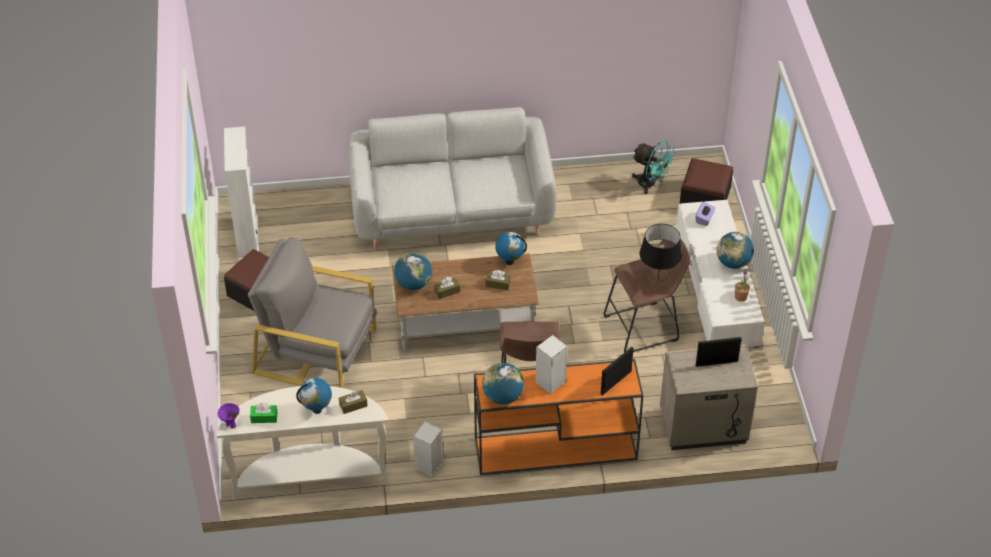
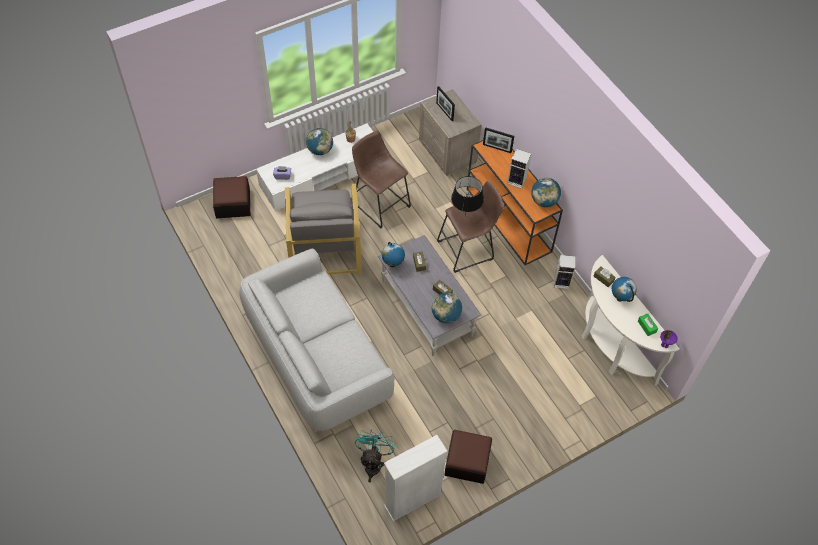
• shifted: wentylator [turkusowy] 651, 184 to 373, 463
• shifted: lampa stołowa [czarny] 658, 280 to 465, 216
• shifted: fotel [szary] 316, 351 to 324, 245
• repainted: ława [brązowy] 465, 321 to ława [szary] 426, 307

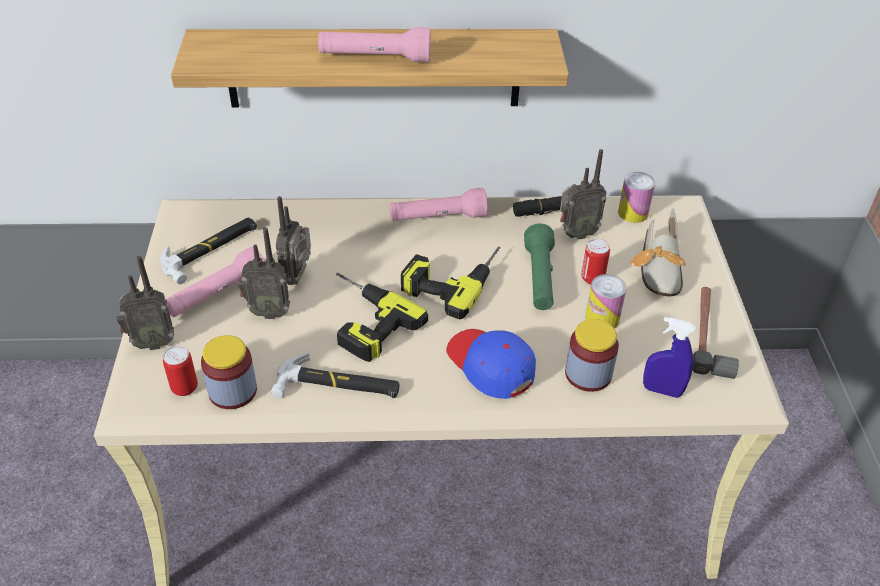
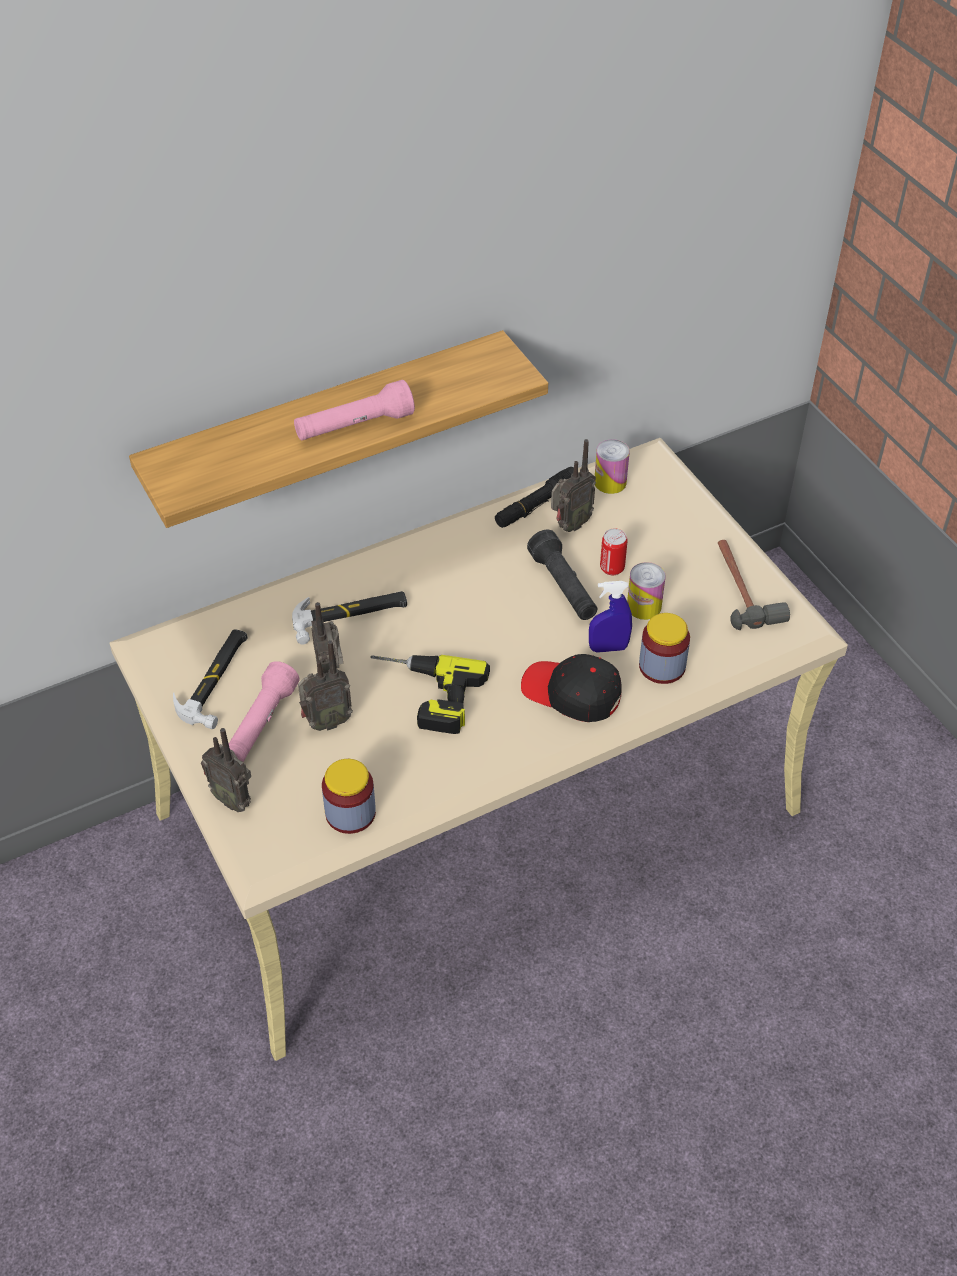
• gone: latarka [różowy] 437, 218
• gone: but 660, 270
• repainted: latarka [zielony] 539, 279 to latarka [czarny] 563, 587
• gone: wiertarka 451, 278
• rotated: radio 152, 342 = 233, 799 75 degrees clockwise
• shifted: spryskiwacz [niebieski] 662, 390 to 608, 648
• repainted: czapka z daszkiem [niebieski] 490, 366 to czapka z daszkiem [czarny] 572, 693
• gone: puszka 184, 388
• shifted: młotek 338, 386 to 350, 615

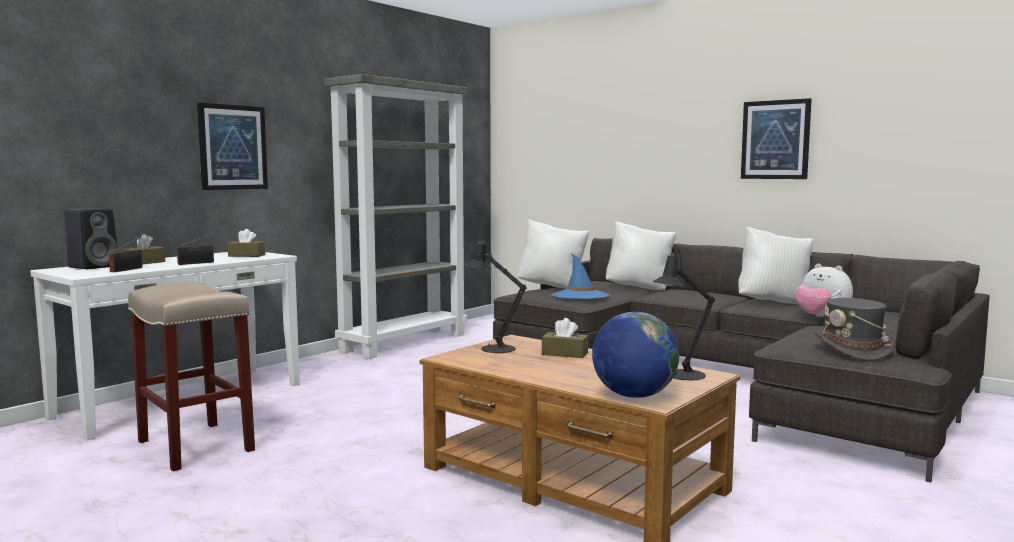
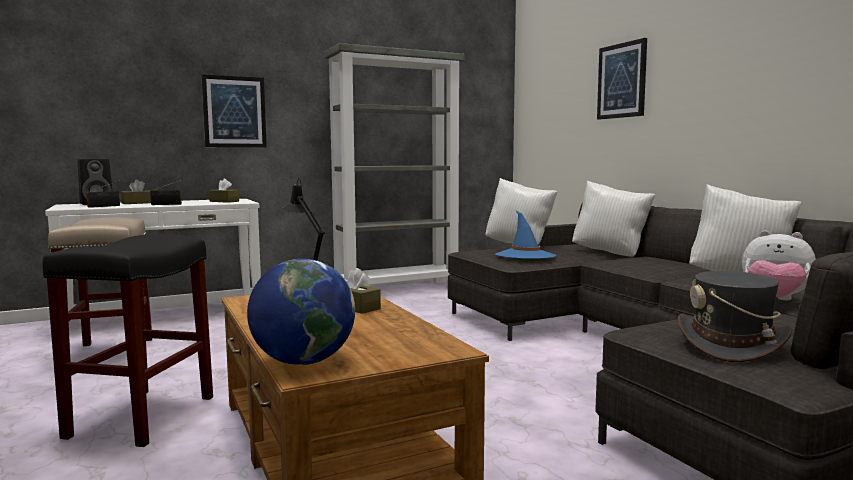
• shifted: obraz 775, 140 to 622, 80
• gone: lampa stołowa [czarny] 680, 375
• rotated: pluszak 821, 317 = 775, 300 45 degrees counterclockwise
• new: stołek [czarny] 143, 415

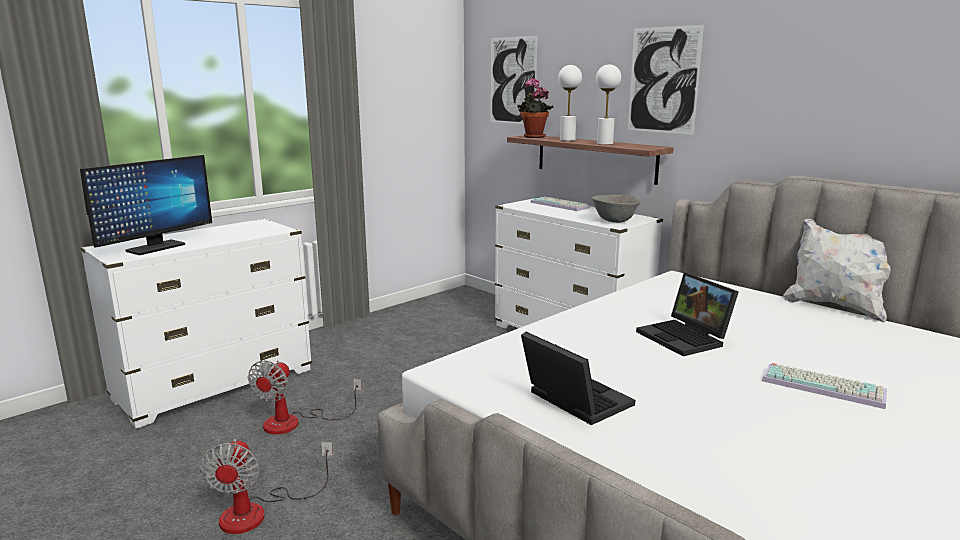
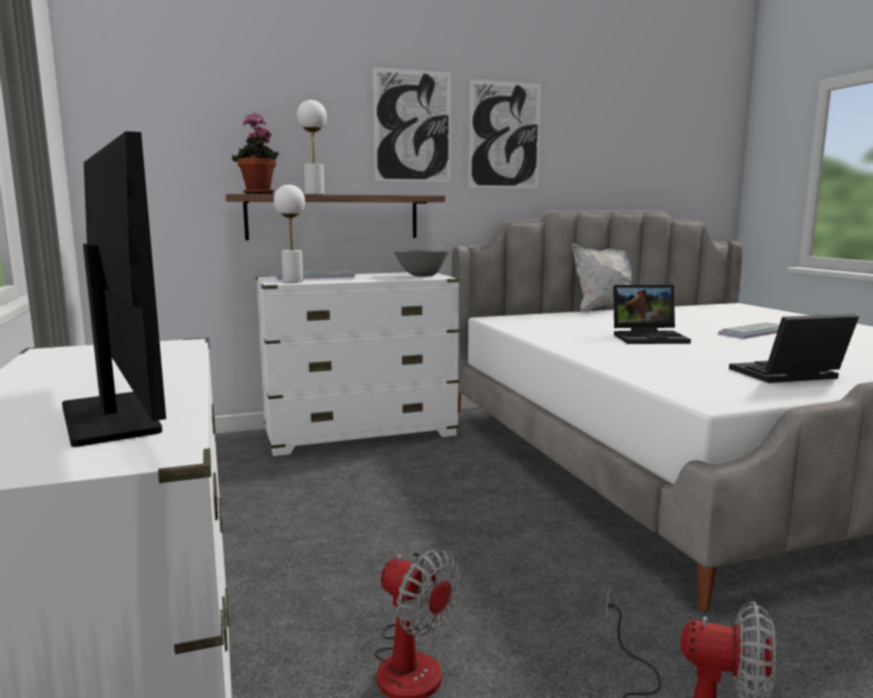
• shifted: obraz 513, 80 to 504, 135
• shifted: lampa stołowa [biały] 604, 143 to 292, 281

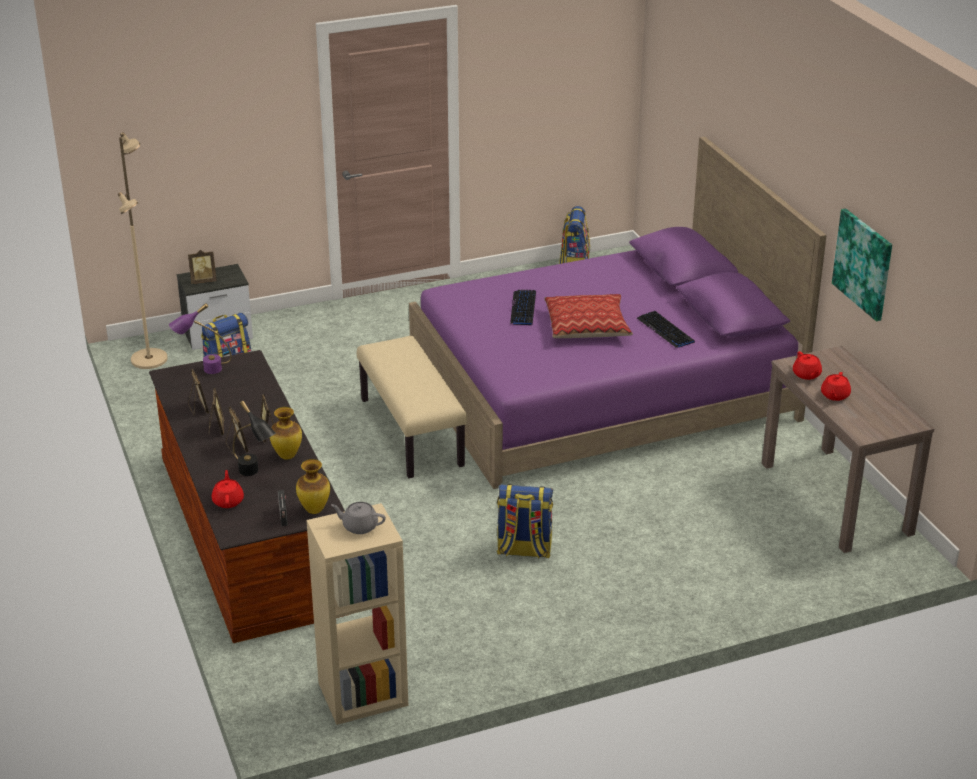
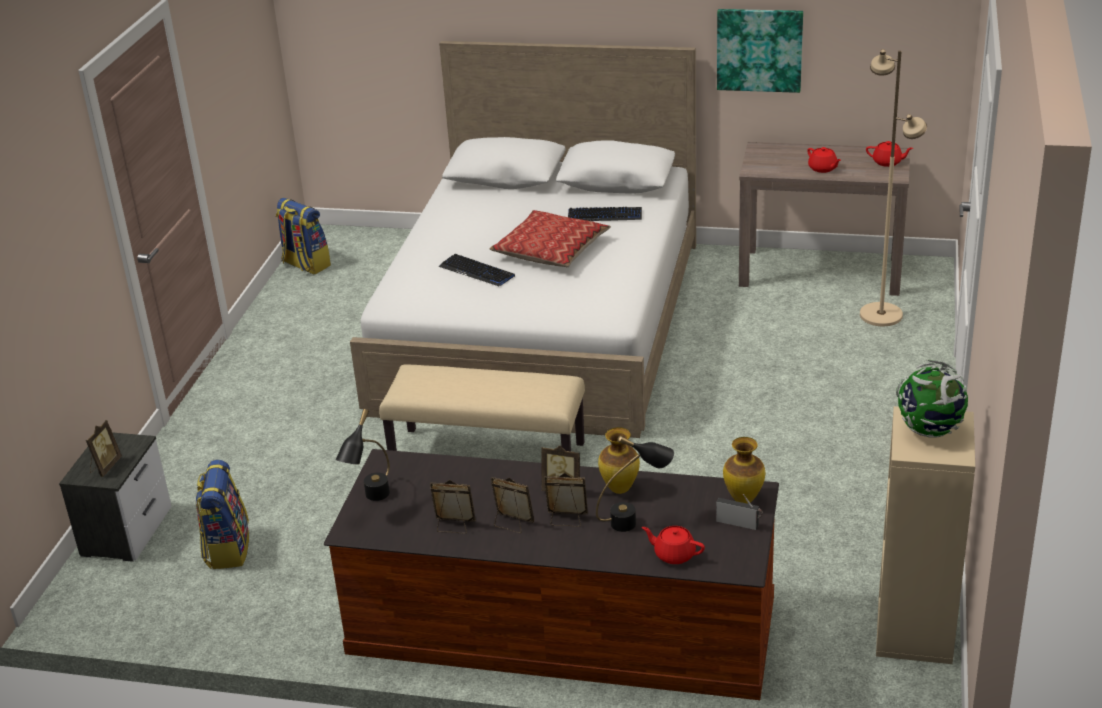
• shifted: lampa stojąca [beżowy] 150, 359 to 881, 315
• repainted: łóżko [fioletowy] 602, 392 to łóżko [biały] 542, 324
• repainted: lampa stołowa [fioletowy] 203, 370 to lampa stołowa [czarny] 371, 500
• shifted: imbryk [czerwony] 806, 375 to 887, 162
• gone: plecak 523, 550
• swapped: imbryk [szary] 359, 526 to globus 929, 430

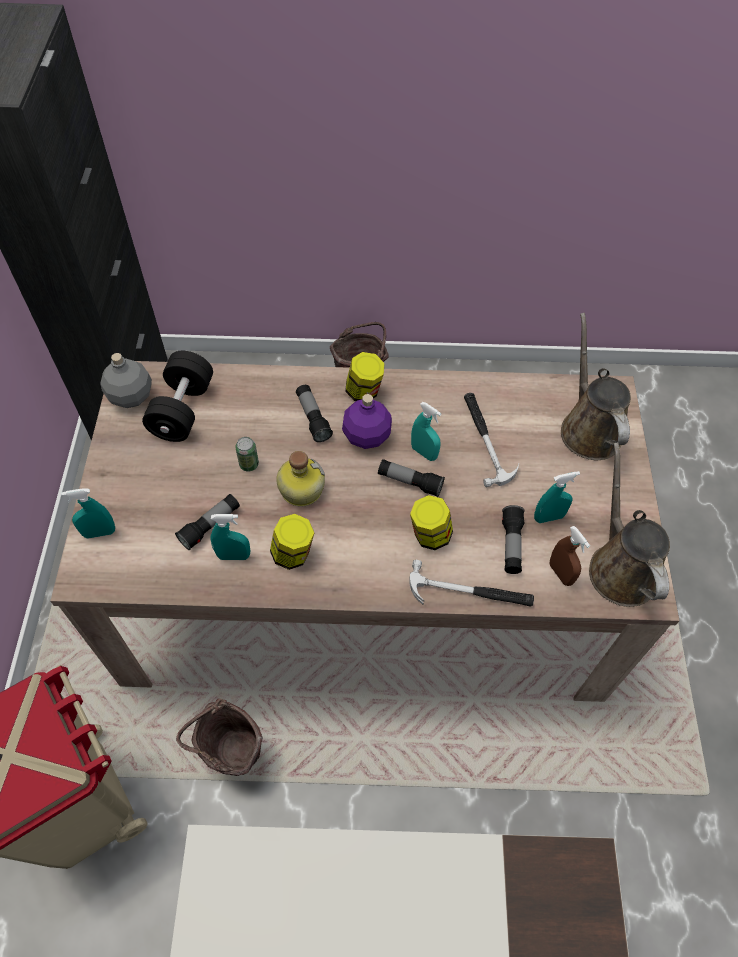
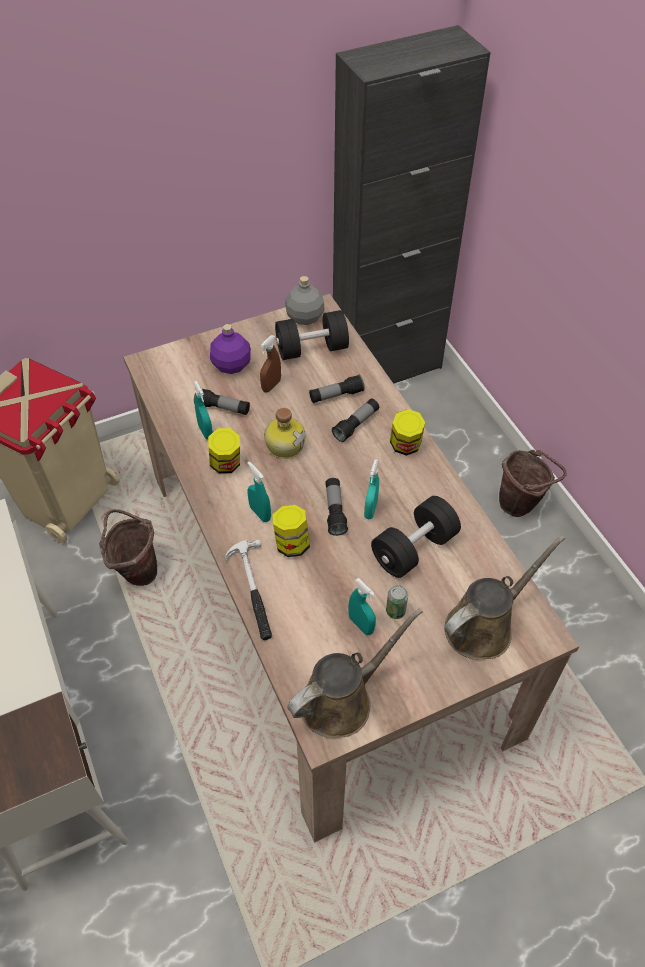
• swapped: młotek 486, 440 to hantel [czarny] 414, 548
• shifted: butelka [fioletowy] 367, 436 to 231, 366
• shifted: puszka 249, 464 to 395, 611
• shifted: spryskiwacz [turkusowy] 99, 533 to 260, 513
• shifted: latarka 511, 545 to 336, 395
• shifted: spryskiwacz [brązowy] 560, 573 to 271, 386

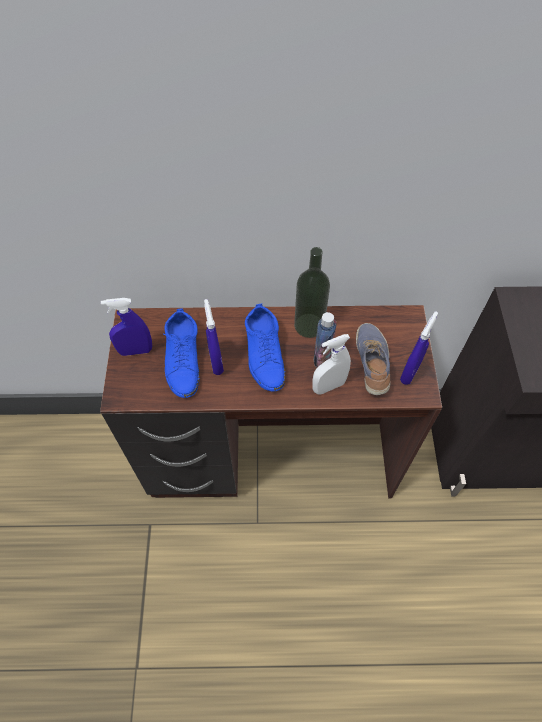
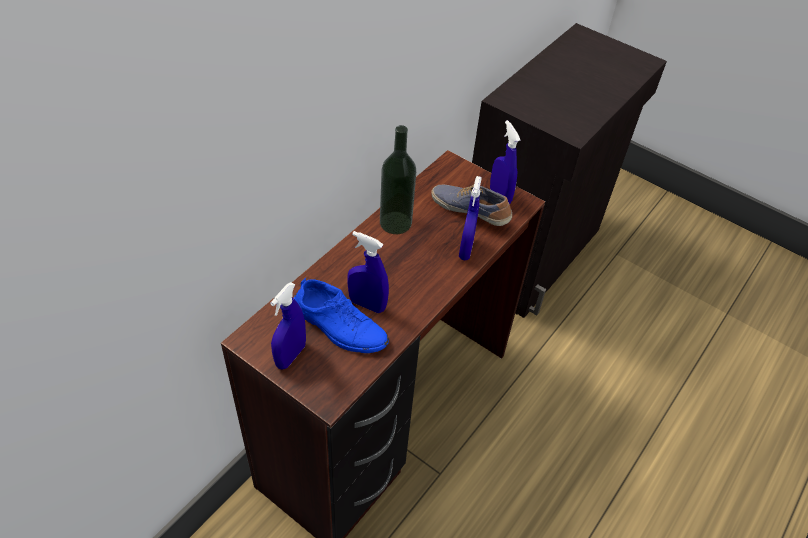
• gone: but [niebieski] 264, 354
• gone: butelka 322, 357
• repainted: spryskiwacz [biały] 328, 386 to spryskiwacz [niebieski] 466, 249

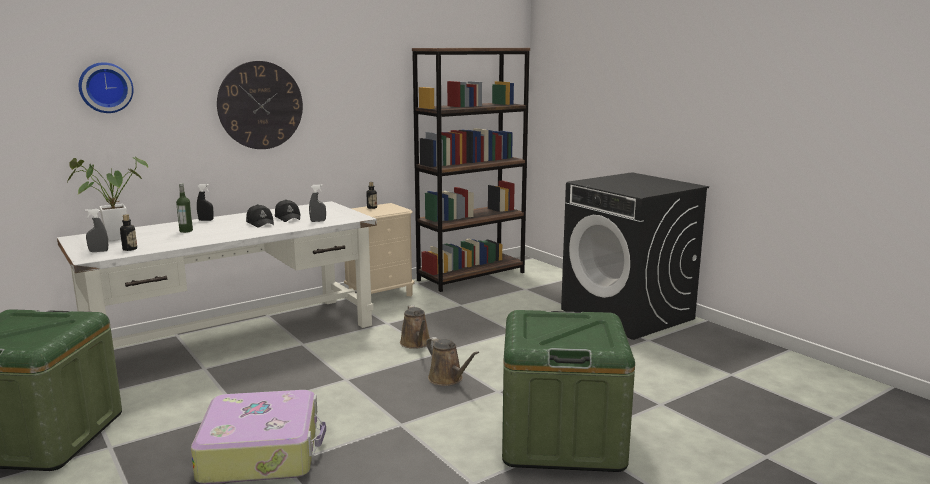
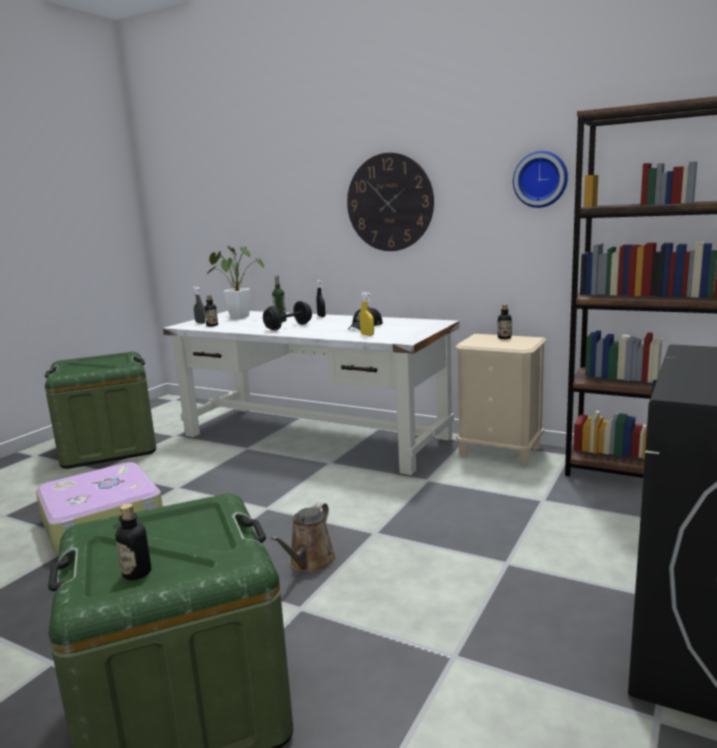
• shifted: zegar ścienny 105, 87 to 541, 179
• repainted: spryskiwacz [szary] 318, 221 to spryskiwacz [żółty] 367, 335
• gone: czapka z daszkiem [czarny] 260, 223
• gone: konewka [brązowy] 416, 343
• new: hantel [czarny] 288, 327
• new: butelka 137, 573

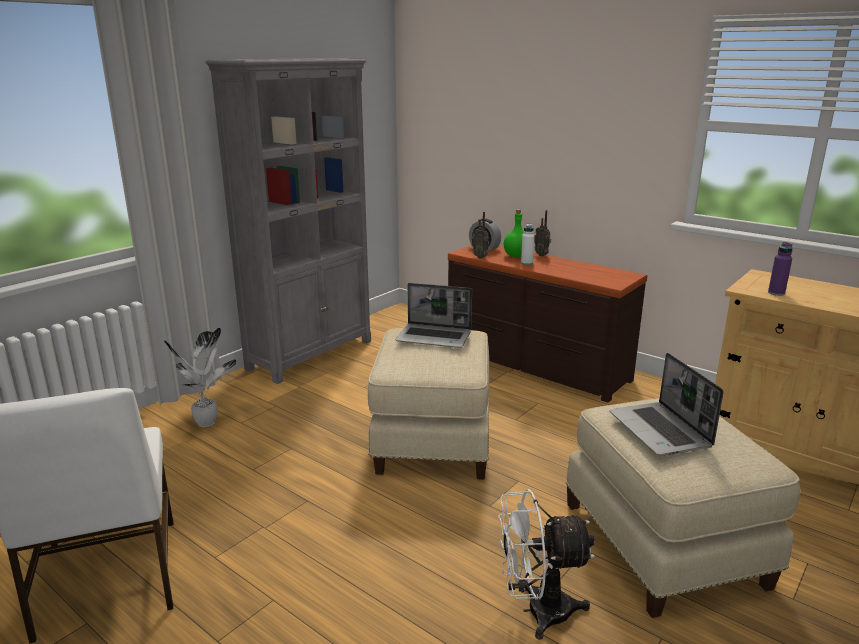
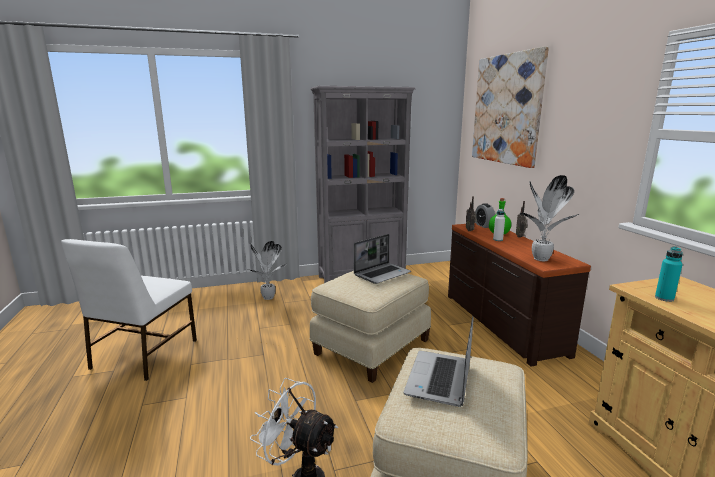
• repainted: butelka [fioletowy] 776, 293 to butelka [turkusowy] 664, 298
• rotated: laptop 435, 337 = 382, 274 90 degrees counterclockwise
• new: obraz 506, 109
• new: roślina doniczkowa 541, 259

